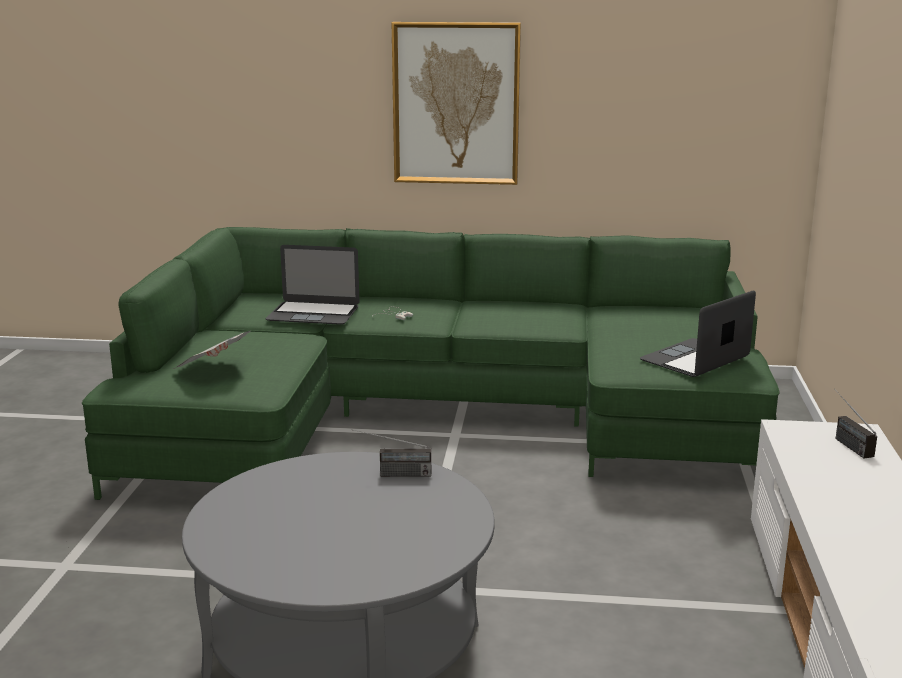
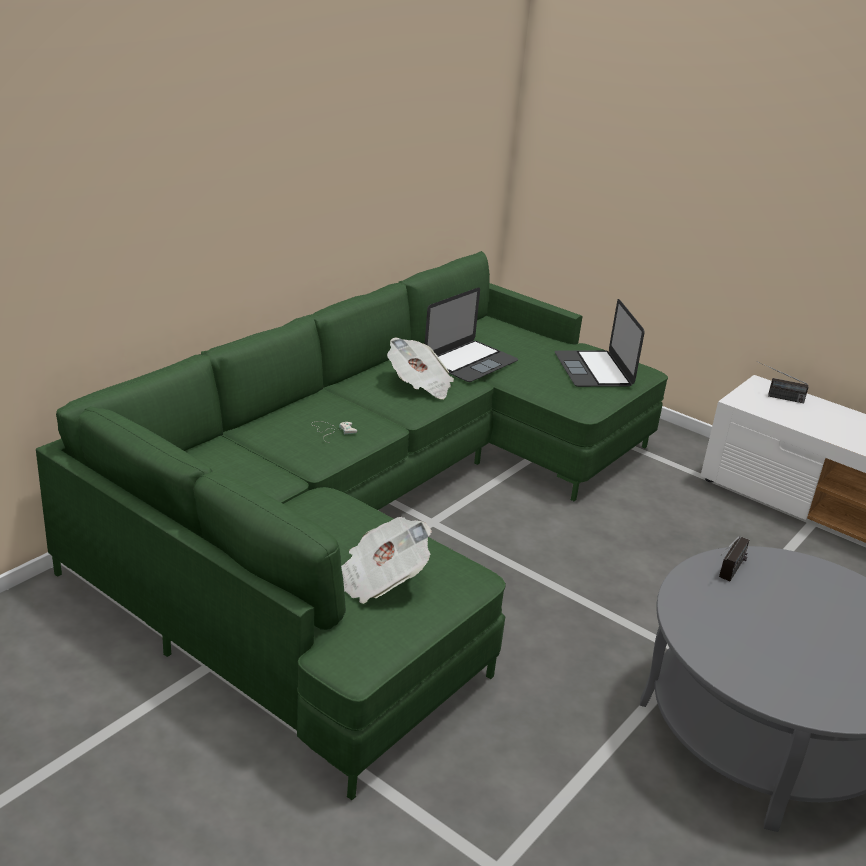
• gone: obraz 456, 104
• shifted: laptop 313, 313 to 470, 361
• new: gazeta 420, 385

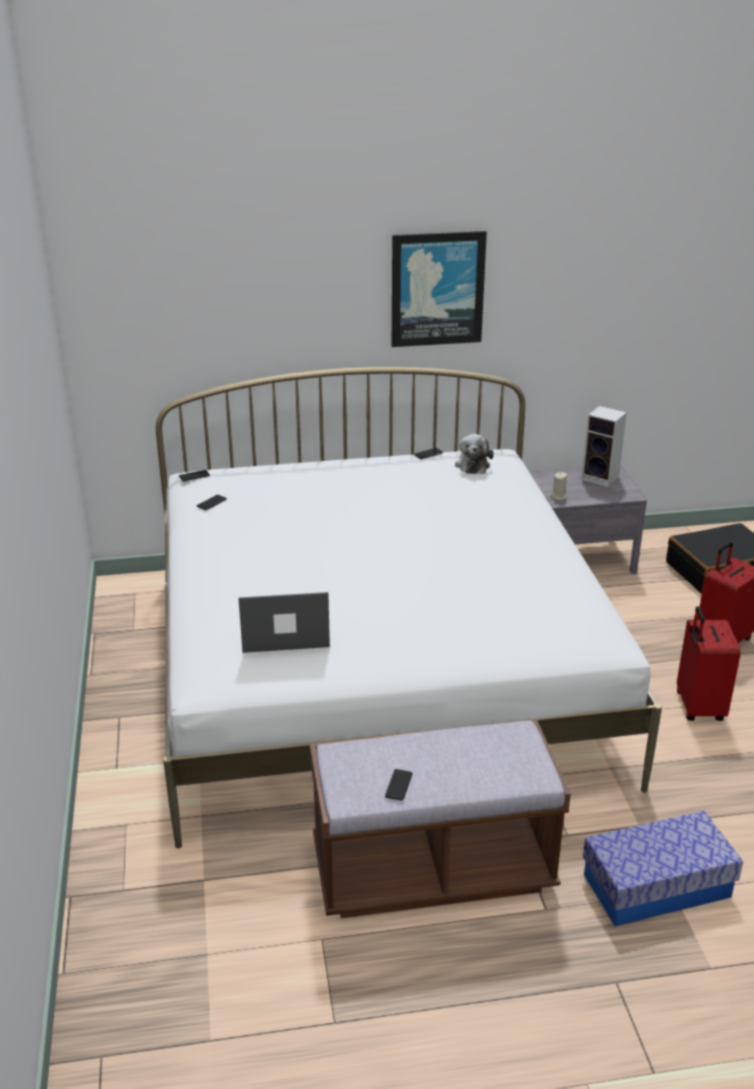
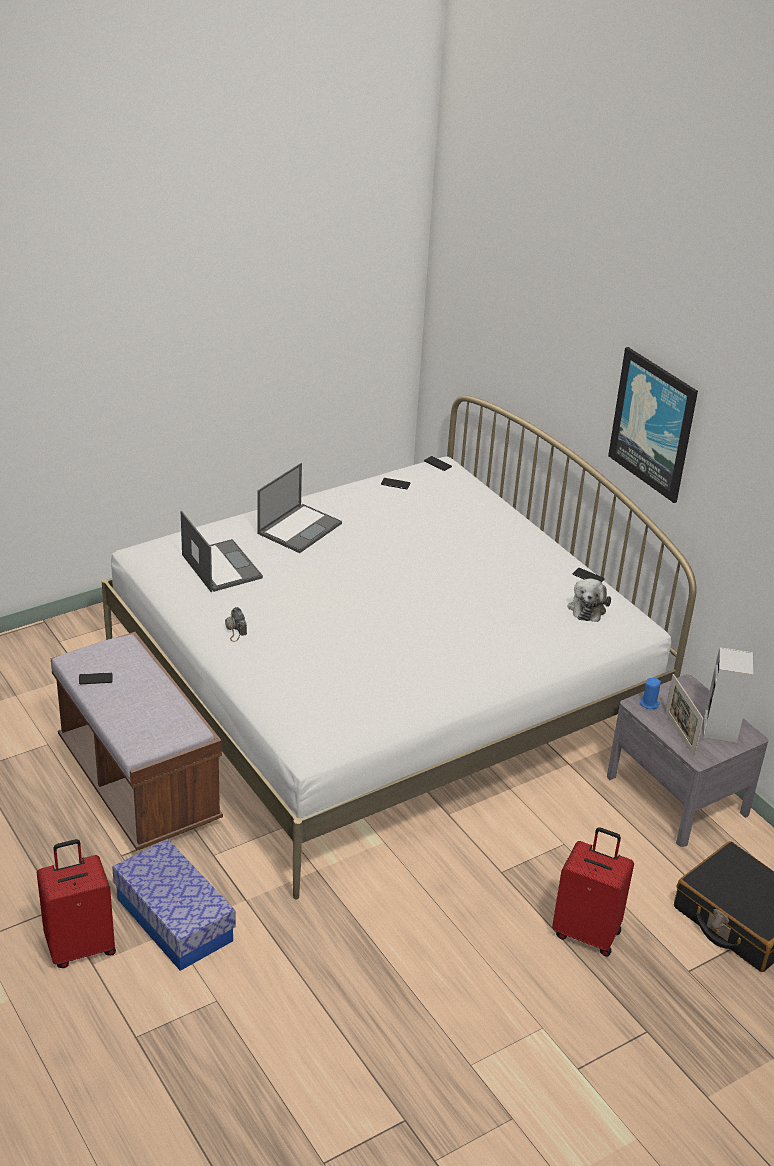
• rotated: pluszak 472, 465 = 587, 608 60 degrees counterclockwise
• repainted: świeca [beżowy] 558, 496 to świeca [niebieski] 649, 704
• shifted: walizka [czerwony] 697, 707 to 80, 946
• new: laptop 300, 528
• new: aparat fotograficzny 235, 629
• new: ramka na zdjęcie 679, 734

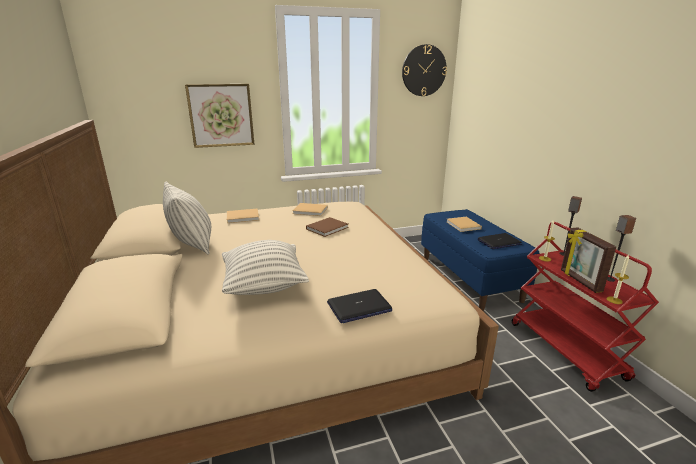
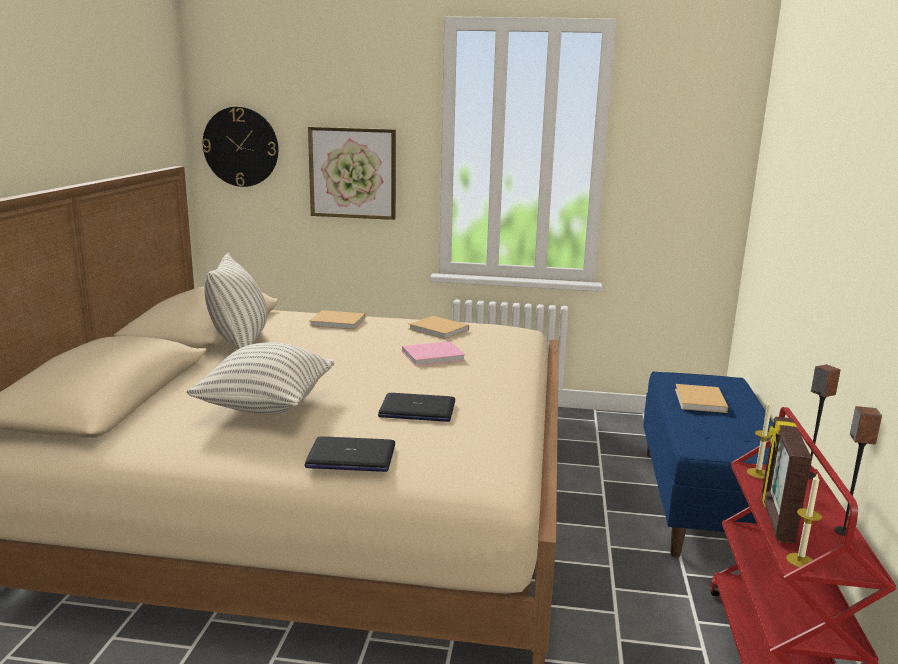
• shifted: zegar ścienny 424, 70 to 241, 147
• repainted: książka [brązowy] 328, 228 to książka [różowy] 435, 356
• shifted: laptop 499, 242 to 417, 410

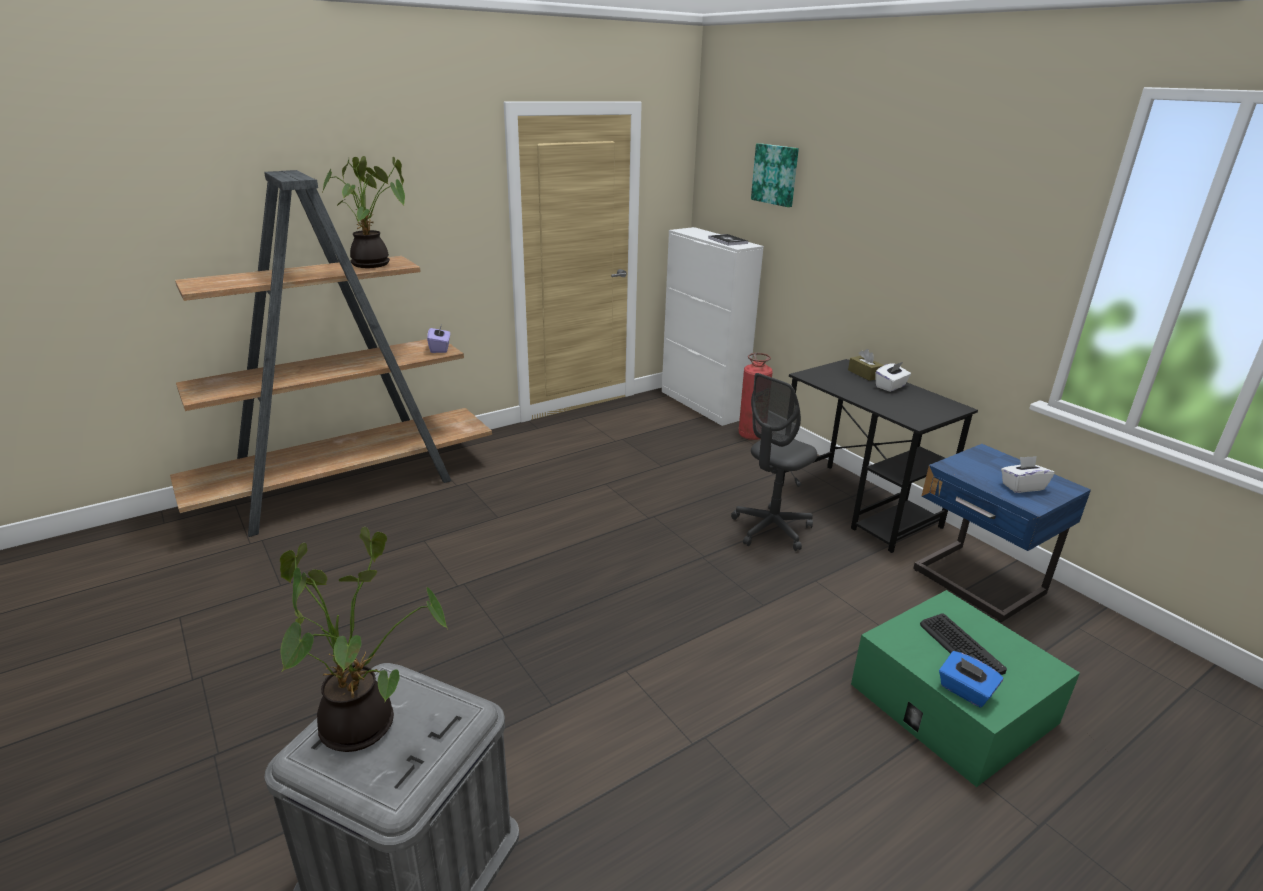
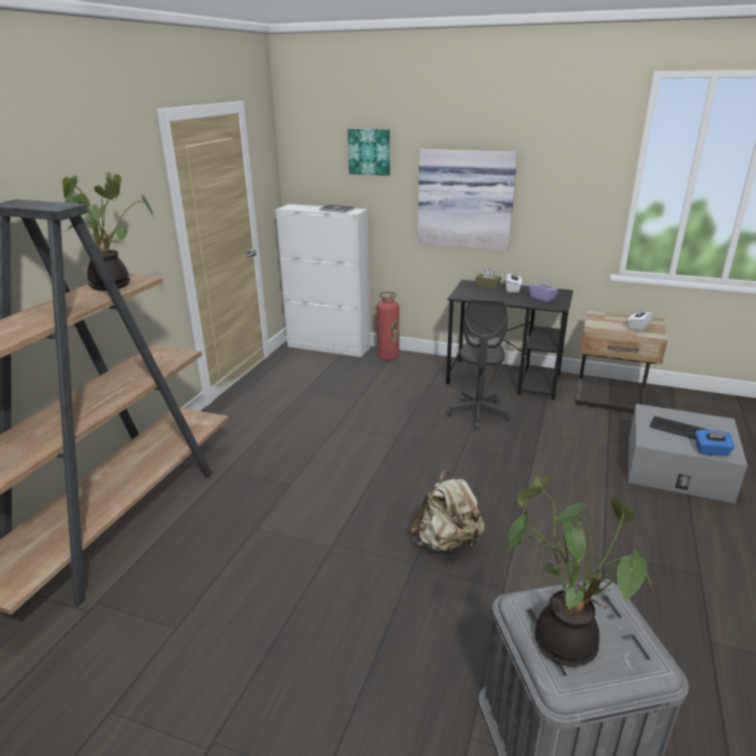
• shifted: pudełko chusteczek [fioletowy] 440, 348 to 542, 298
• repainted: szafka nocna [niebieski] 976, 584 to szafka nocna [beżowy] 610, 399
• repainted: pojemnik do przechowywania [zielony] 952, 703 to pojemnik do przechowywania [szary] 677, 467
• new: obraz 466, 199
• new: plecak [beżowy] 447, 543

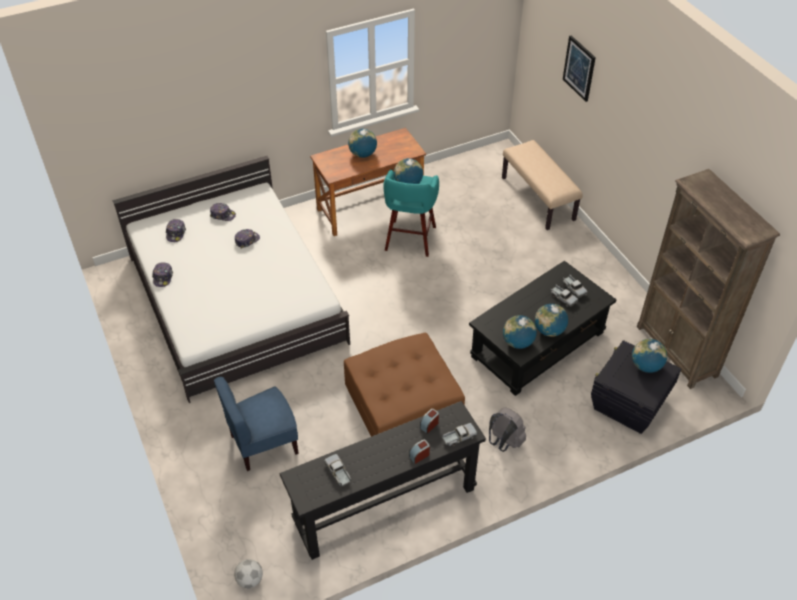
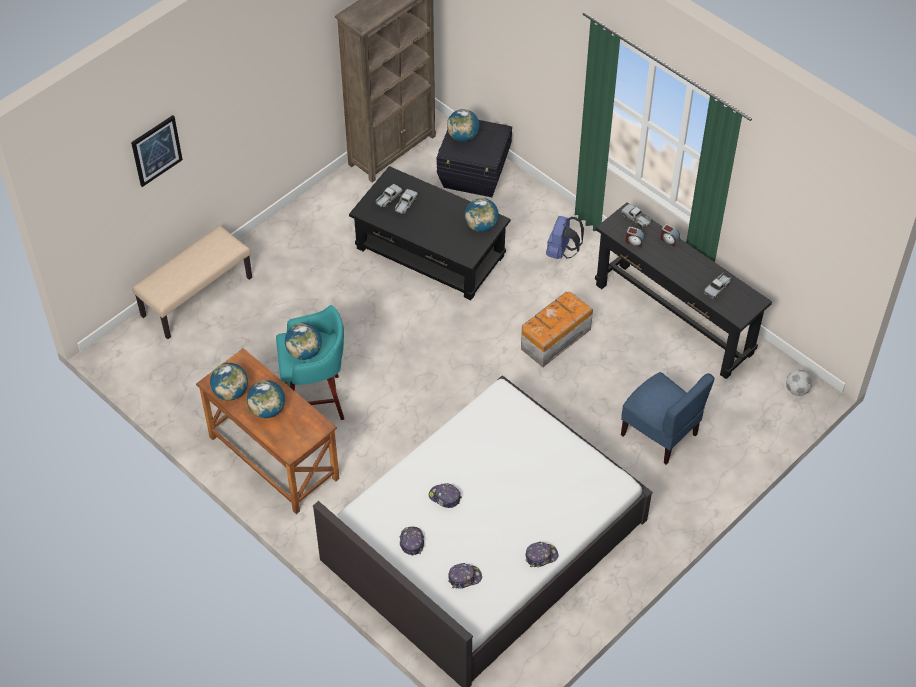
• shifted: globus 549, 331 to 231, 392
• swapped: pufa [brązowy] 402, 401 to pojemnik do przechowywania 554, 339
• repainted: plecak [szary] 504, 442 to plecak [niebieski] 562, 252

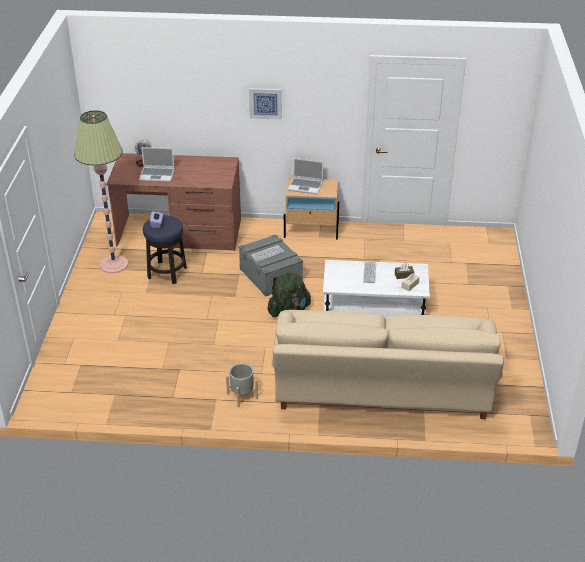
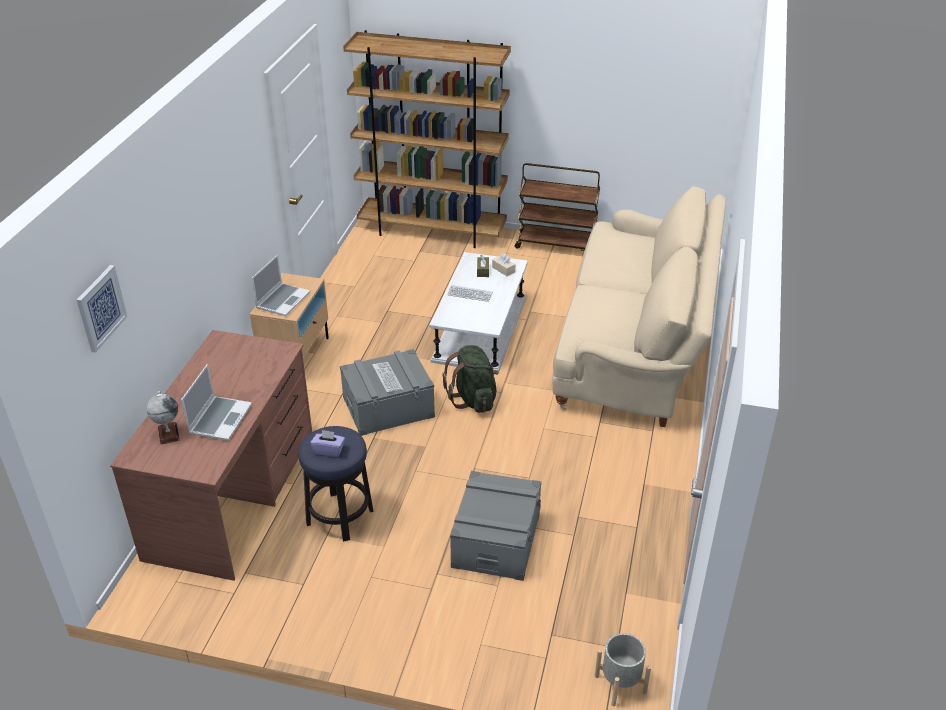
• shifted: obraz 265, 103 to 100, 308
• gone: lampa stojąca 114, 264
• shifted: donica [szary] 242, 396 to 620, 684
• new: regał [brązowy] 432, 231
• new: wózek [brązowy] 556, 245
• new: pojemnik do przechowywania [szary] 496, 540

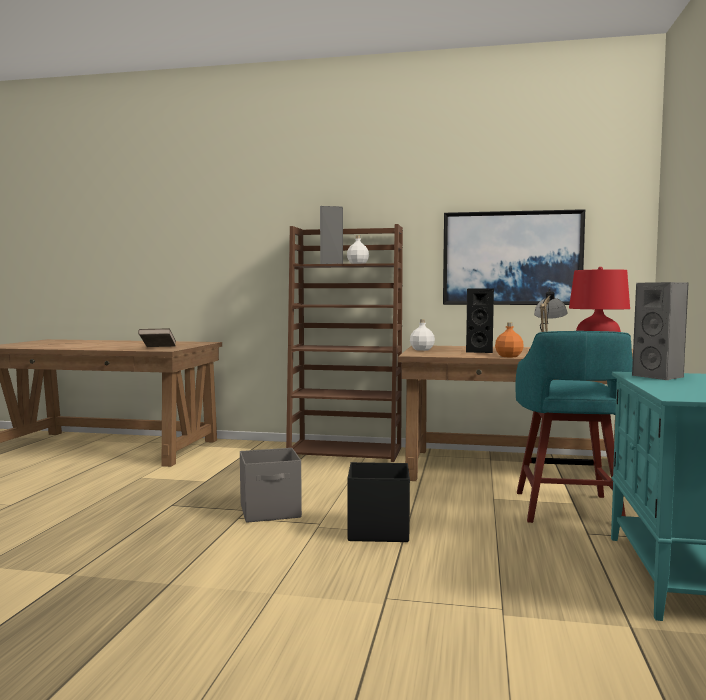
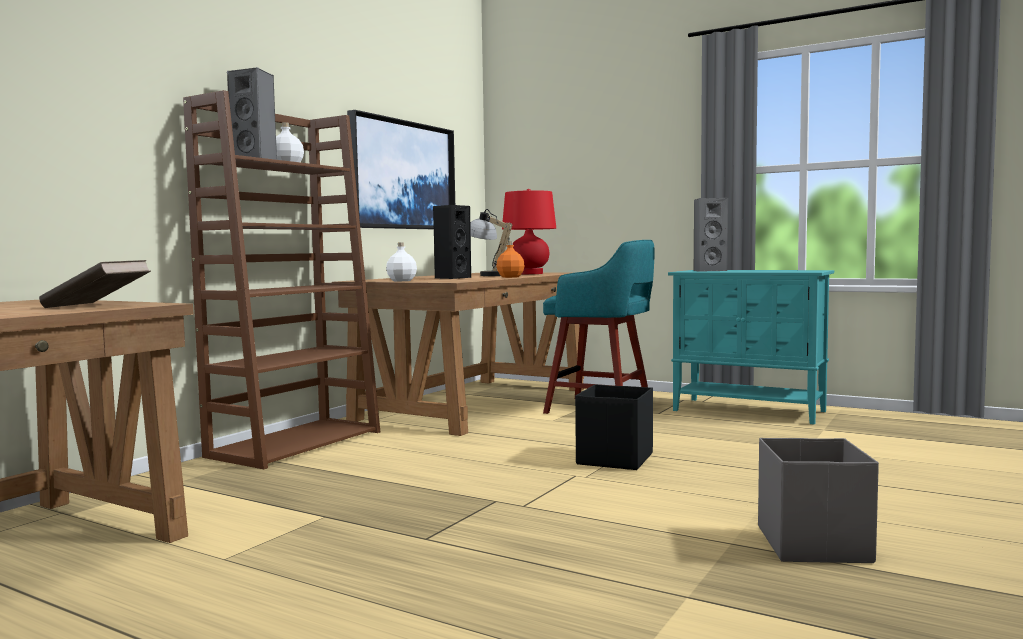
• shifted: pojemnik do przechowywania [szary] 271, 511 to 813, 544

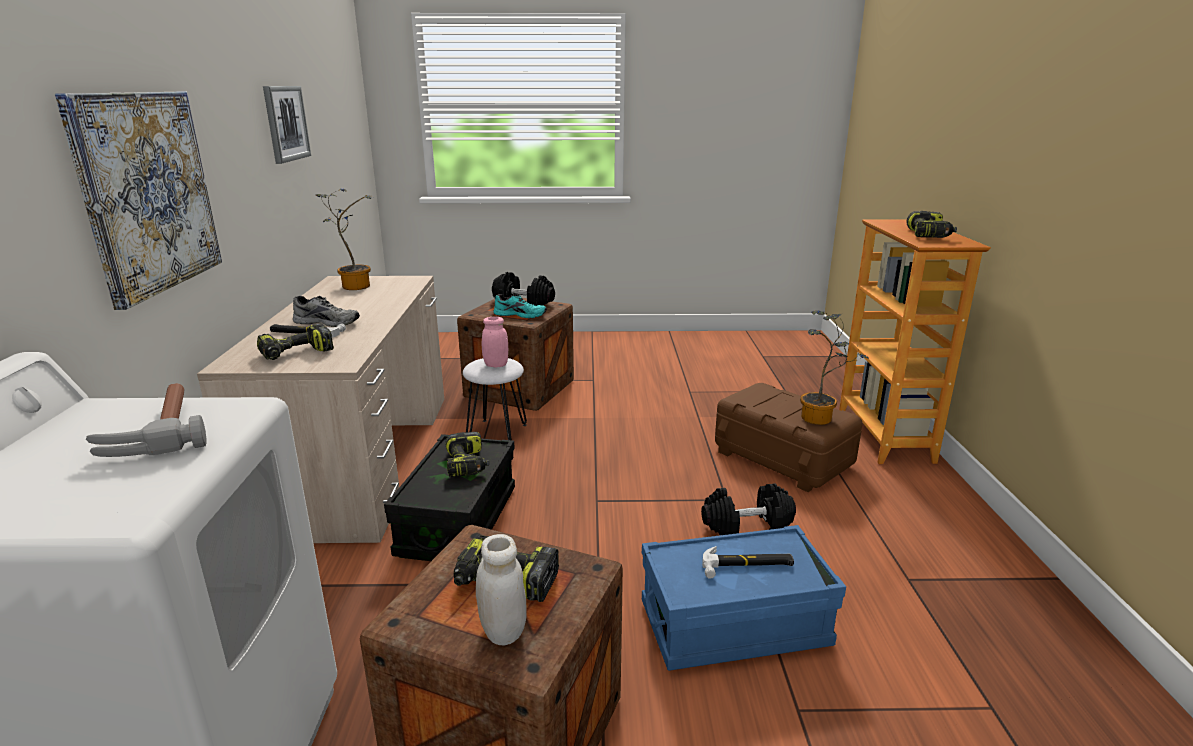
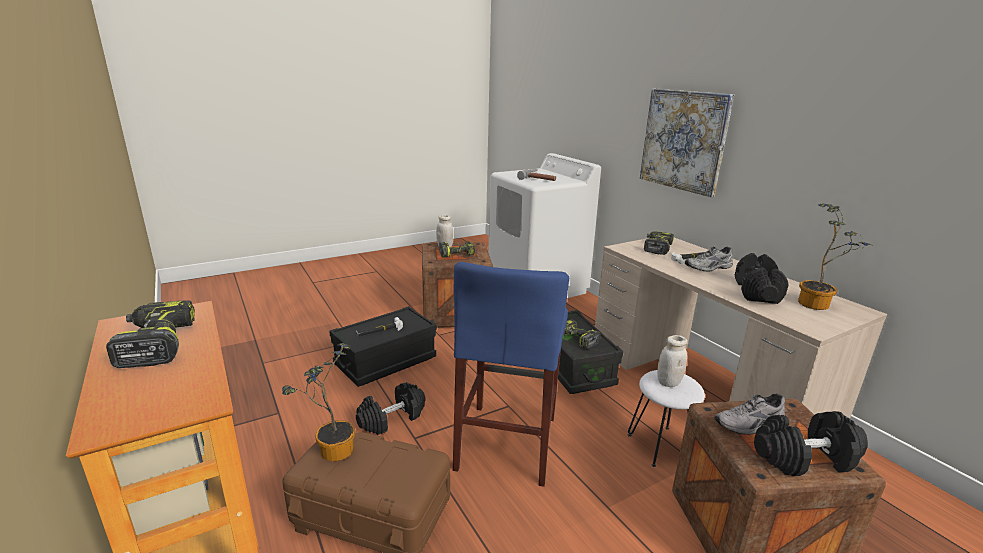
• gone: obraz 286, 123
• repainted: but [turkusowy] 520, 314 to but [szary] 750, 425
• repainted: słoik [różowy] 496, 365 to słoik [biały] 668, 382
• repainted: pojemnik do przechowywania [niebieski] 733, 625 to pojemnik do przechowywania [czarny] 385, 361
• new: hantel [czarny] 757, 292
• new: stołek [niebieski] 507, 442

